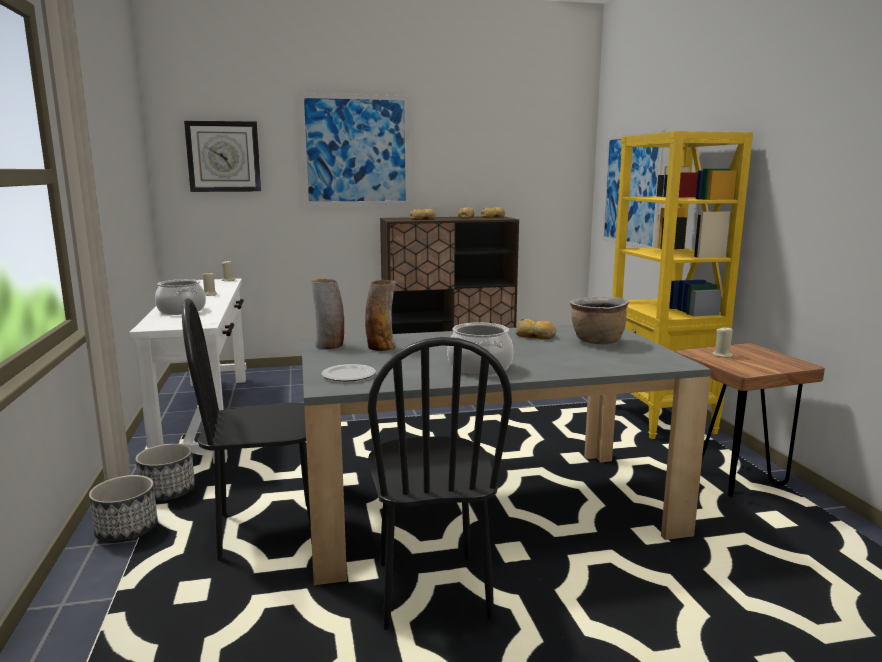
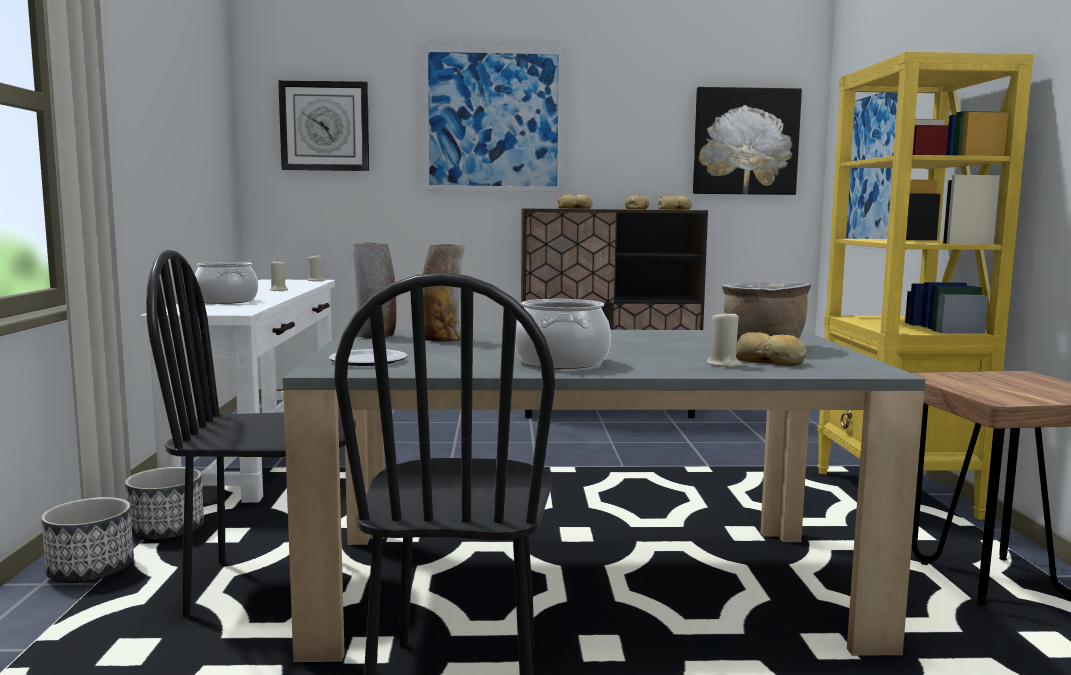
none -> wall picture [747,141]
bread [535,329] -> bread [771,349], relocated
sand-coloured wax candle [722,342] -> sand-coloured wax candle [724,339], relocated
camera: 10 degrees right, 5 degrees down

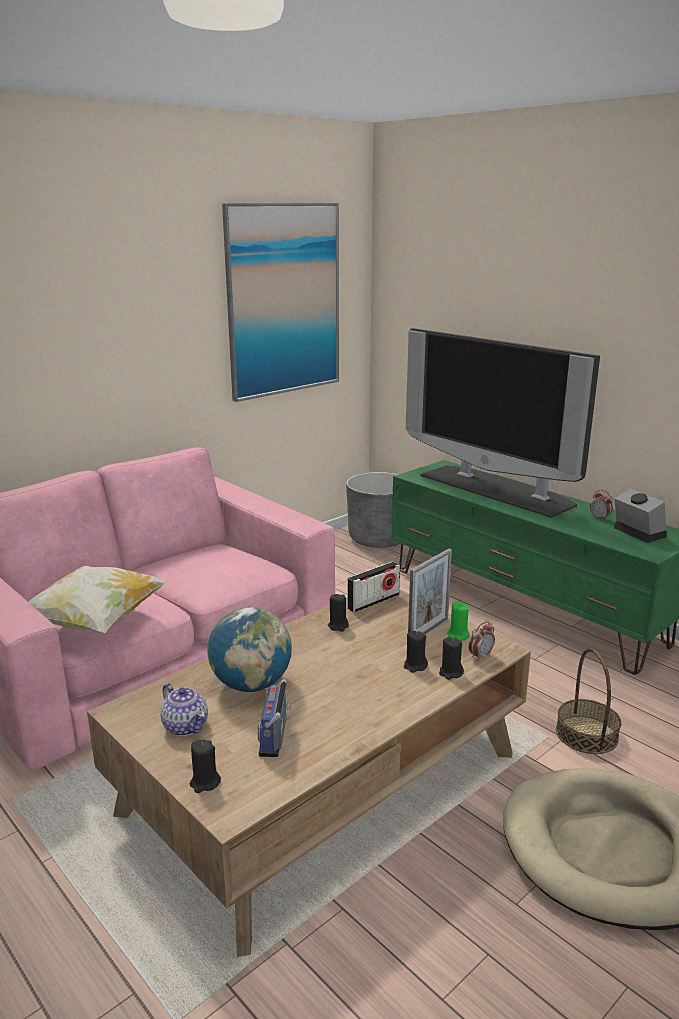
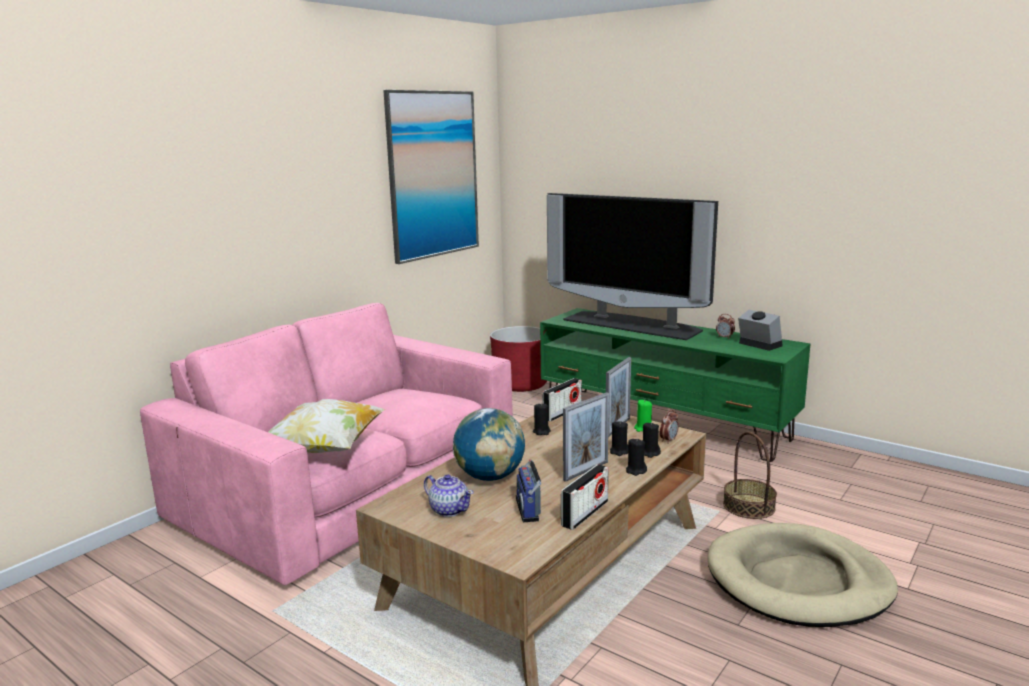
none -> radio set [584,497]
none -> picture frame [586,437]
black wax candle [205,766] -> black wax candle [636,457], relocated
grey planter [373,510] -> red-coloured planter [518,359]
camera: 10 degrees left, 5 degrees down

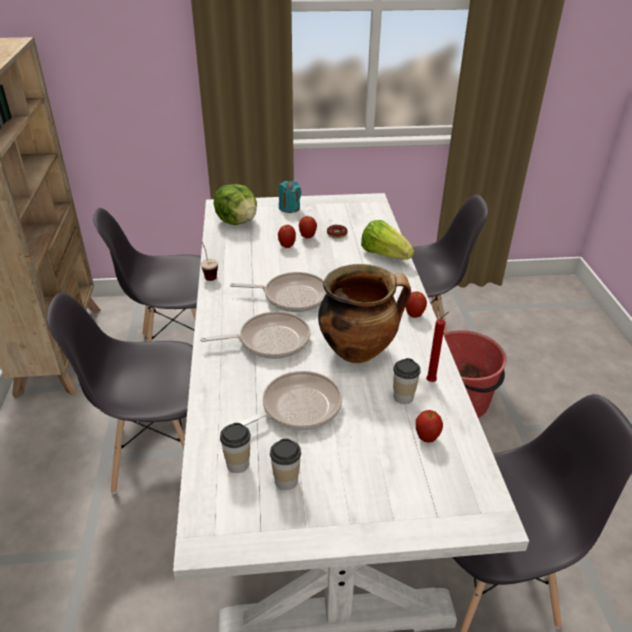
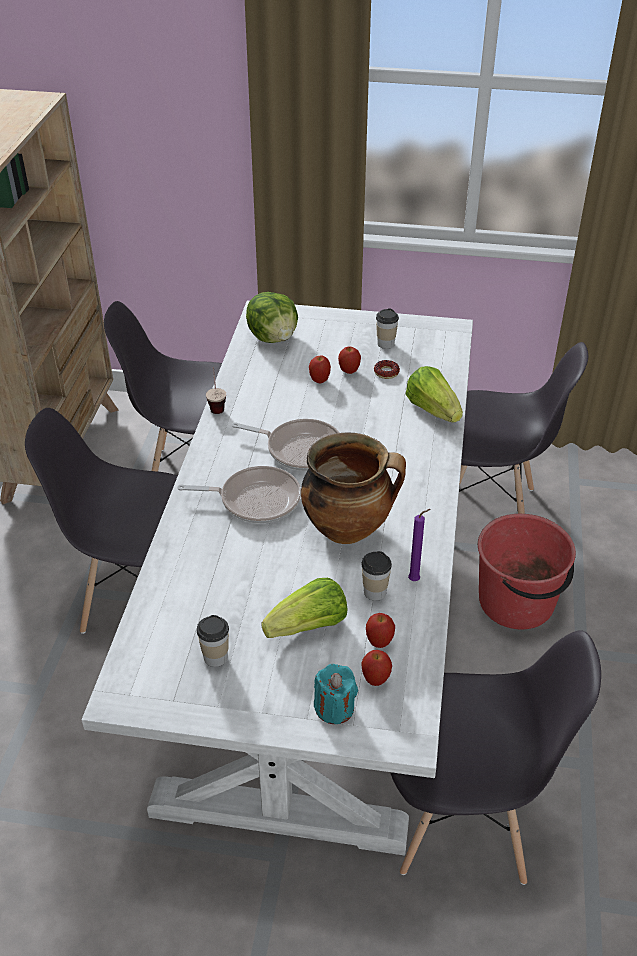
skillet [290,400] -> none
none -> head of lettuce [305,608]
cup [235,448] -> cup [387,328], relocated
turquoise wax candle [290,196] -> turquoise wax candle [336,694], relocated
apple [416,304] -> apple [376,668], relocated
red-coloured wax candle [437,347] -> purplish wax candle [419,545]
camera: 15 degrees right, 5 degrees up

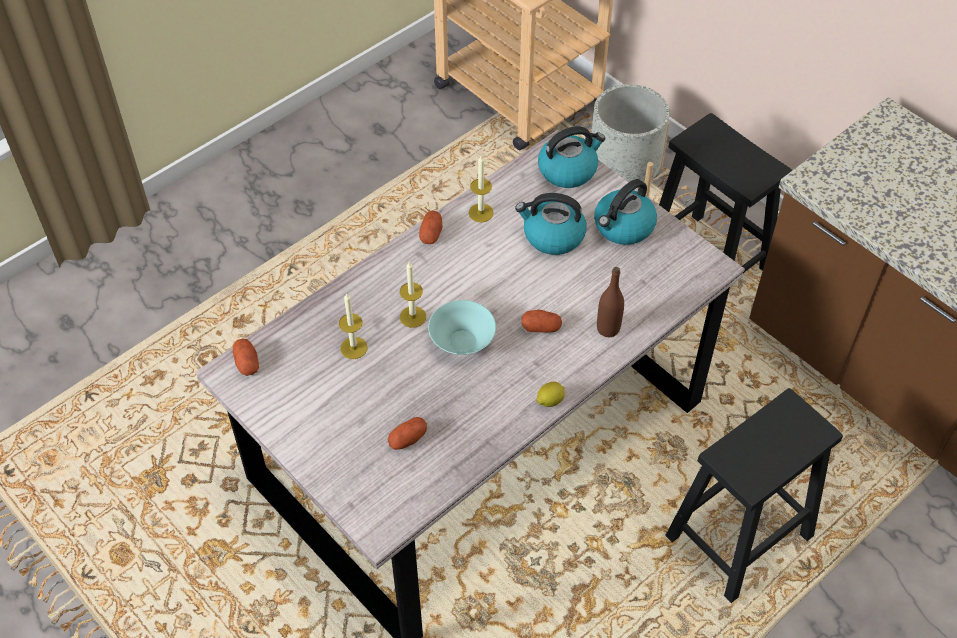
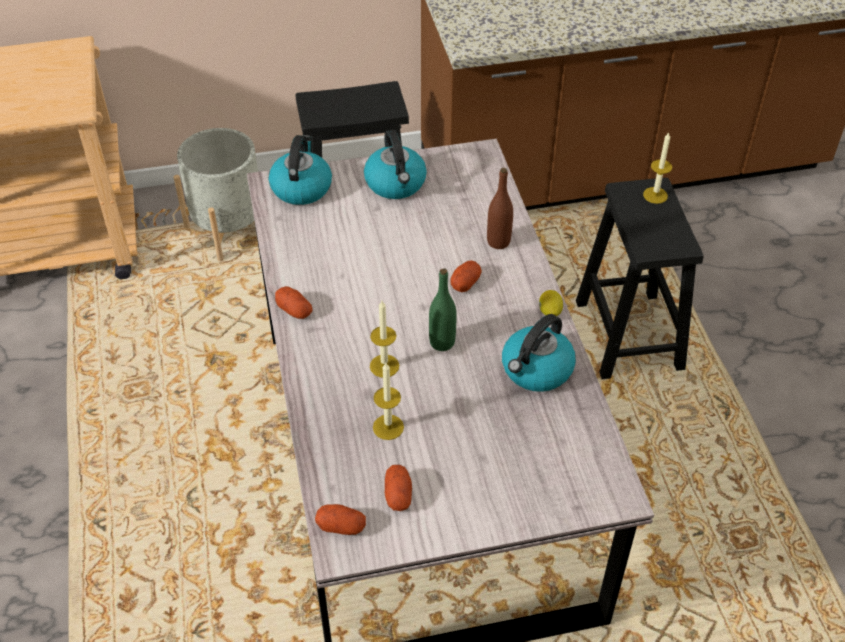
whole potato [407,433] -> whole potato [398,488], relocated
wax candle [481,189] -> wax candle [657,168], relocated
tea kettle [550,224] -> tea kettle [539,353], relocated
turquoise serving bowl [462,327] -> greenish drink bottle [443,309]
camera: 60 degrees left, 5 degrees down

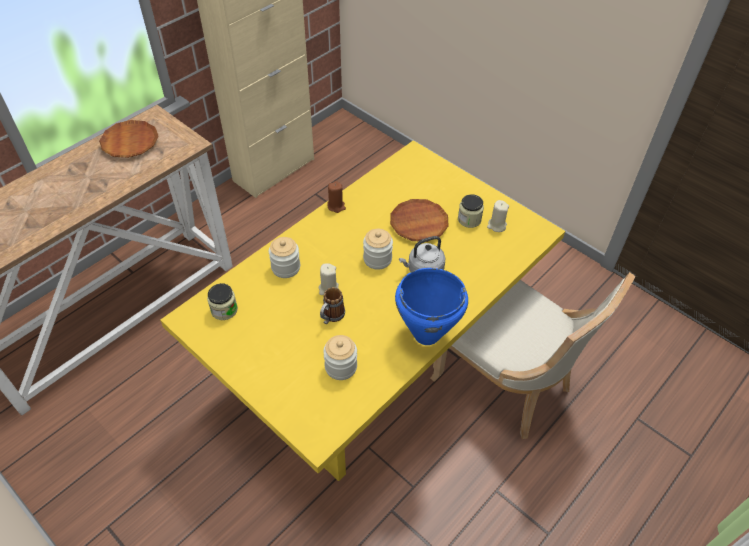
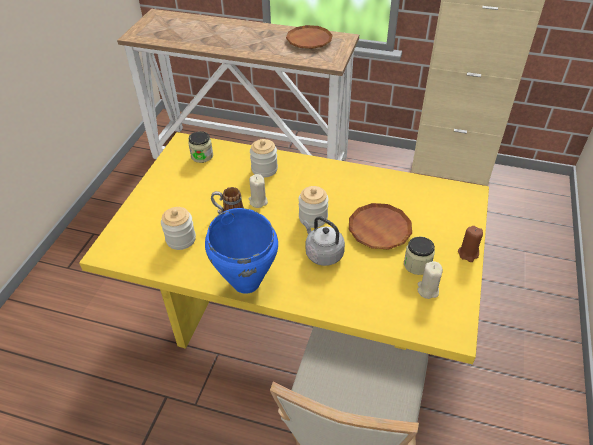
brownish wax candle [336,197] -> brownish wax candle [470,244], relocated
camera: 65 degrees right, 5 degrees down

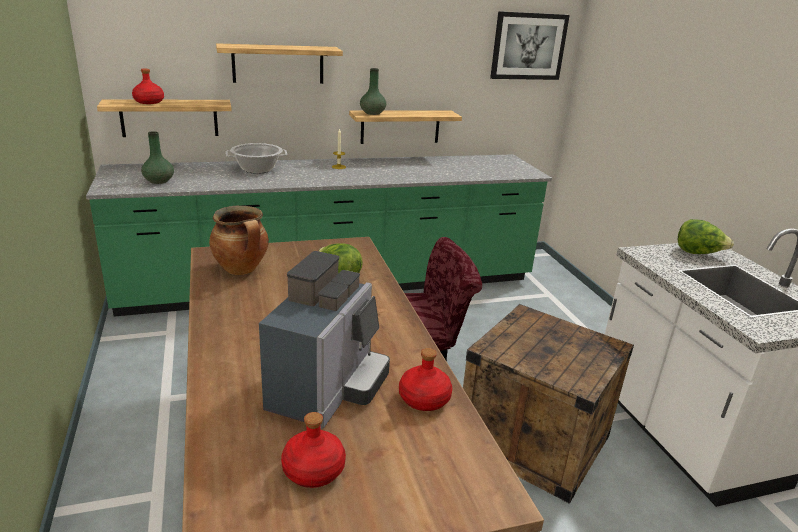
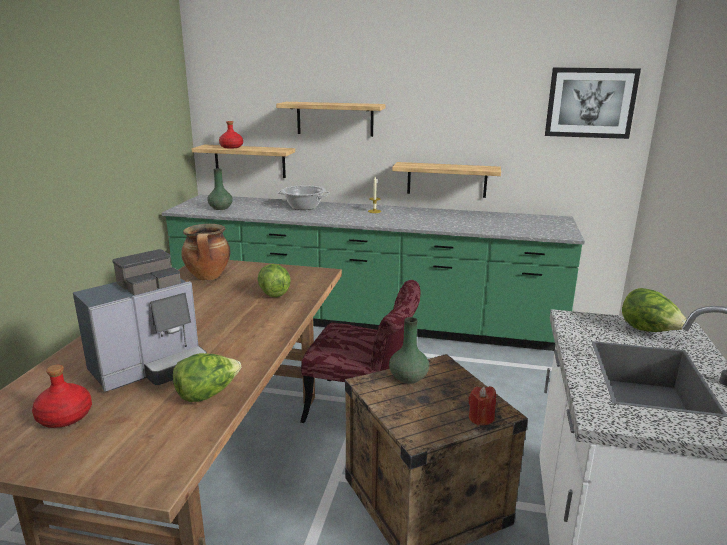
none -> red-coloured wax candle [482,405]
greenish vase [373,91] -> greenish vase [409,350], relocated
red-coloured drink bottle [425,379] -> head of lettuce [207,377]
camera: 30 degrees right, 5 degrees down

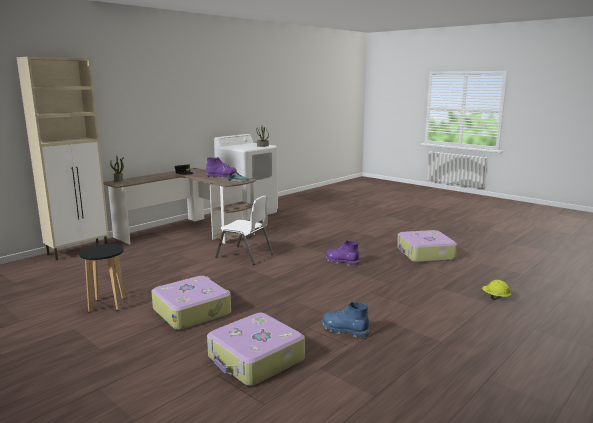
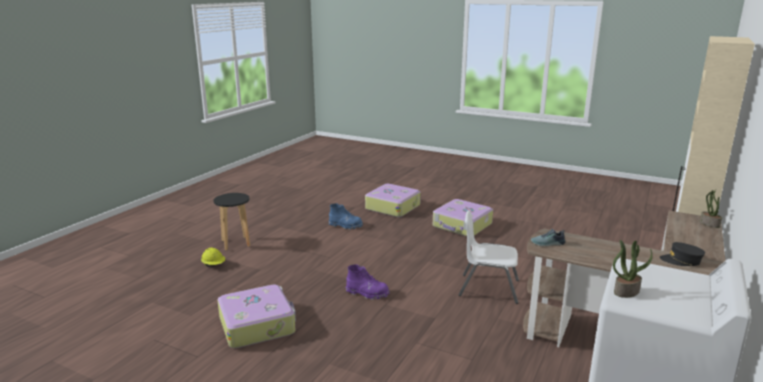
purplish tall boot [221,167] -> none
black stool seat [102,278] -> black stool seat [231,222], relocated
camera: 165 degrees right, 5 degrees up

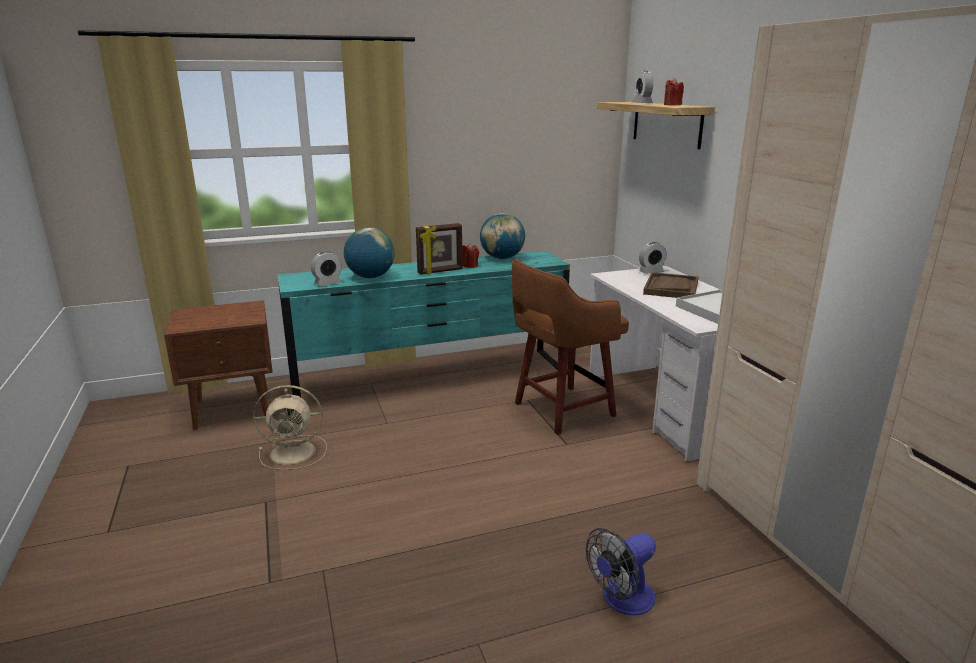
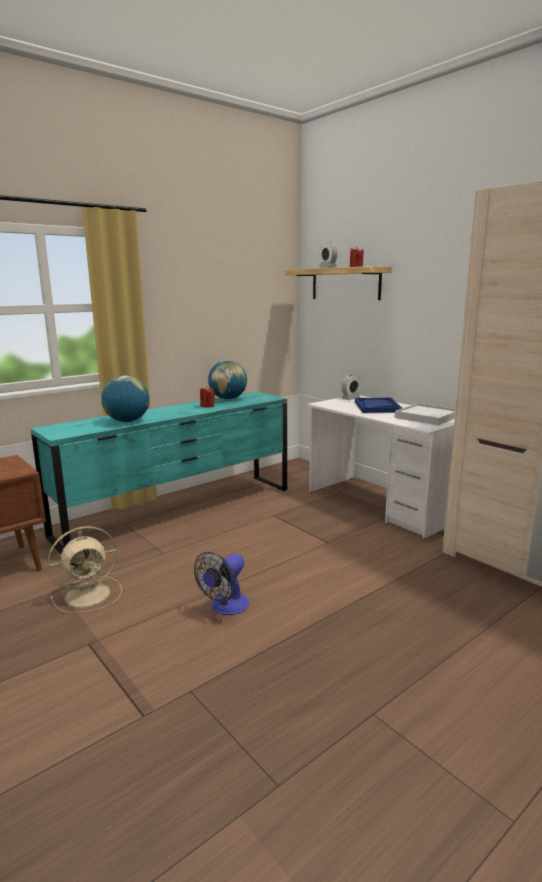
table clock [326,269] -> none
picture frame [439,248] -> none
brownish stool seat [570,346] -> none
electric fan [621,571] -> electric fan [221,583], relocated
brownish carrying tray [671,285] -> blue carrying tray [378,405]
camera: 20 degrees left, 5 degrees down

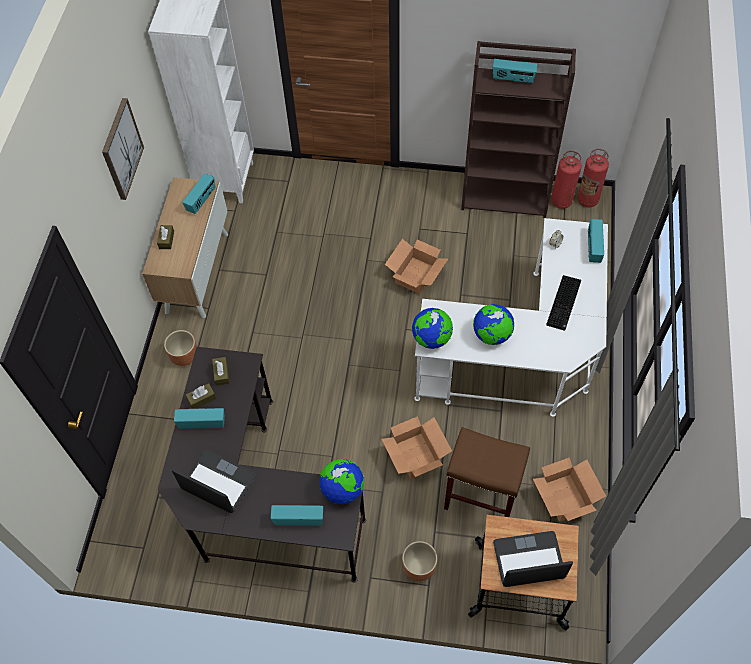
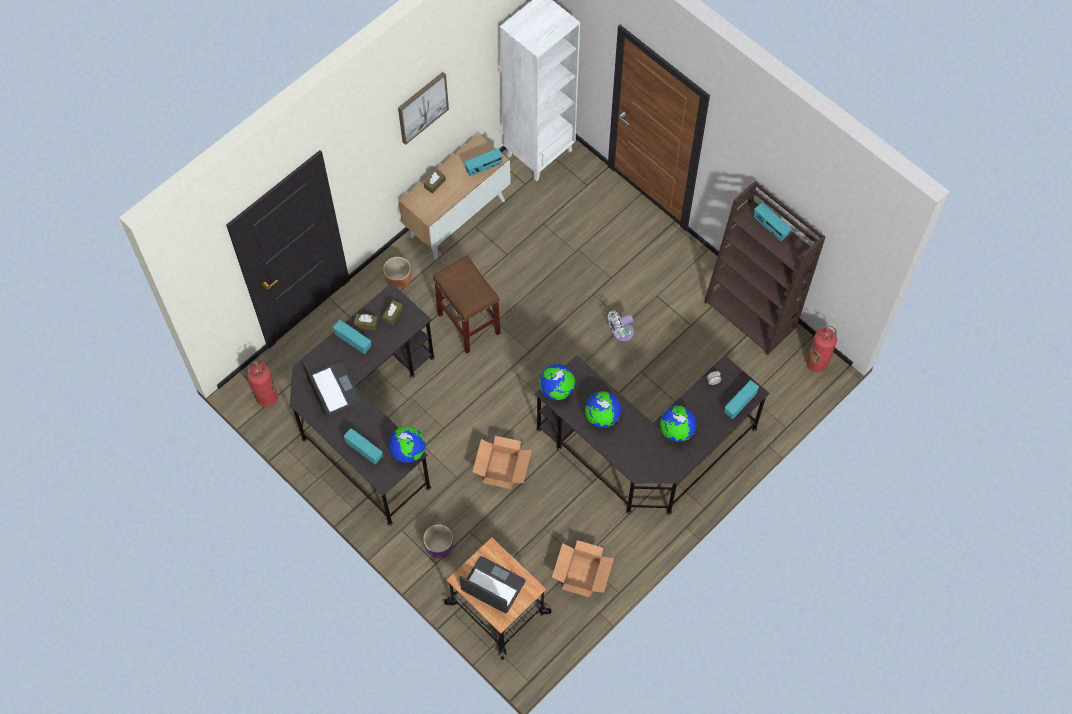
brownish stool seat [487,472] -> brownish stool seat [467,305], relocated
extinguisher [566,180] -> extinguisher [262,384], relocated
carton [416,266] -> white-coloured electric fan [621,326]
PC keyboard [563,303] -> world globe [678,424]
brownish planter [420,561] -> purplish planter [438,541]
white-coloured desk table [511,317] -> black desk table [652,435]
camera: 35 degrees right, 5 degrees up

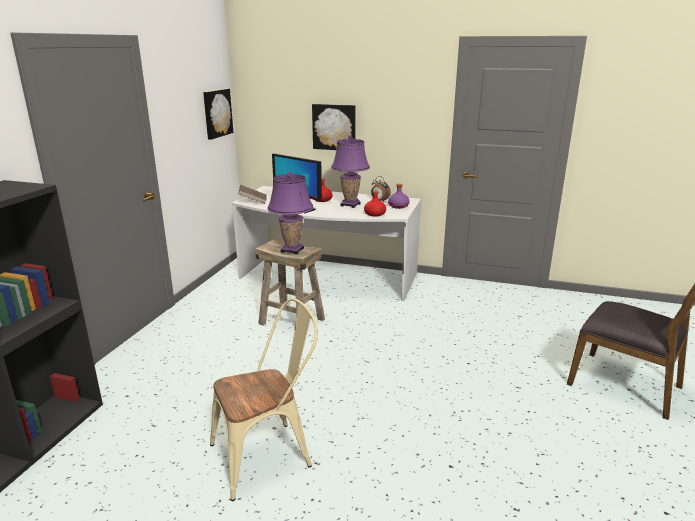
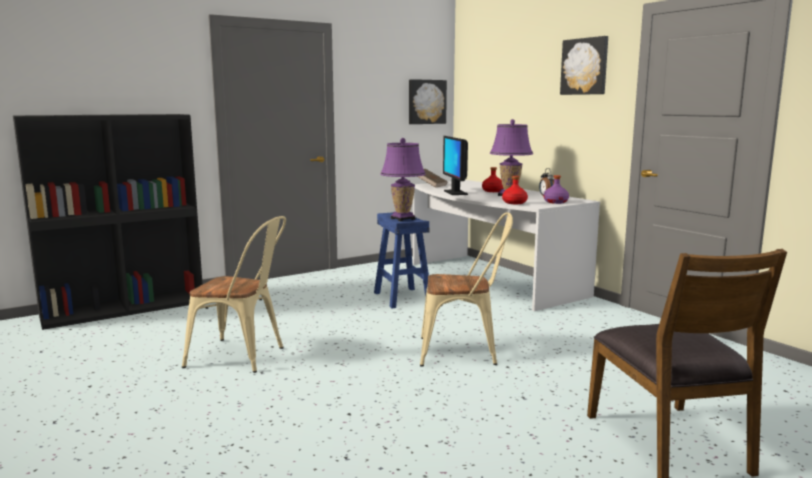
none -> sand-coloured chair [466,289]
wall picture [334,127] -> wall picture [584,65], relocated
sand-coloured stool seat [290,281] -> blue stool seat [402,260]
camera: 40 degrees right, 10 degrees down

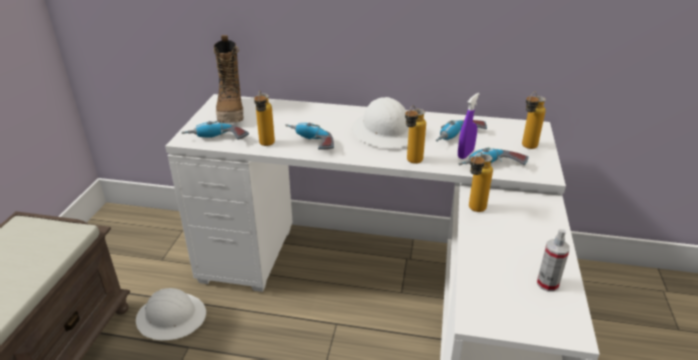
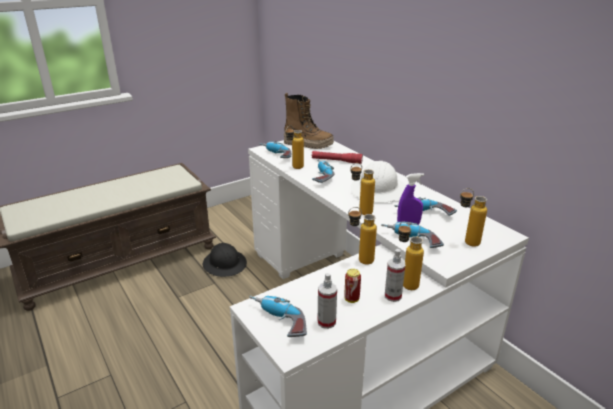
none -> power drill [278,316]
none -> red-coloured torch [337,157]
none -> can [352,286]
none -> sprayer [395,275]
none -> drink bottle [411,255]
white-coloured hard hat [171,314] -> black hard hat [225,260]
tall boot [229,79] -> tall boot [309,121], 105 degrees counterclockwise
camera: 45 degrees right, 5 degrees down

